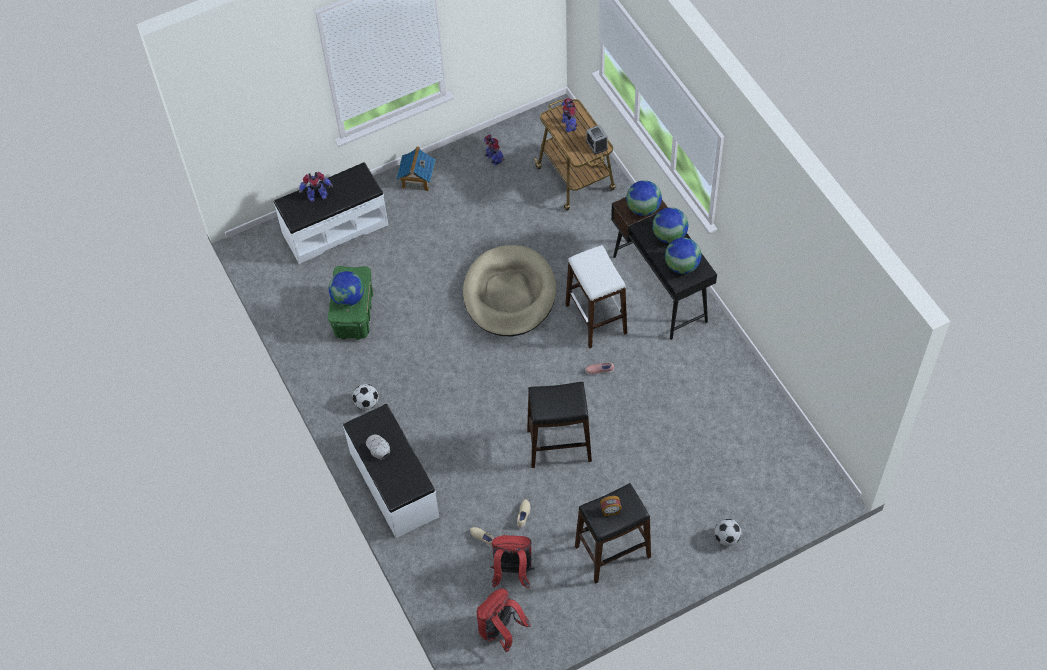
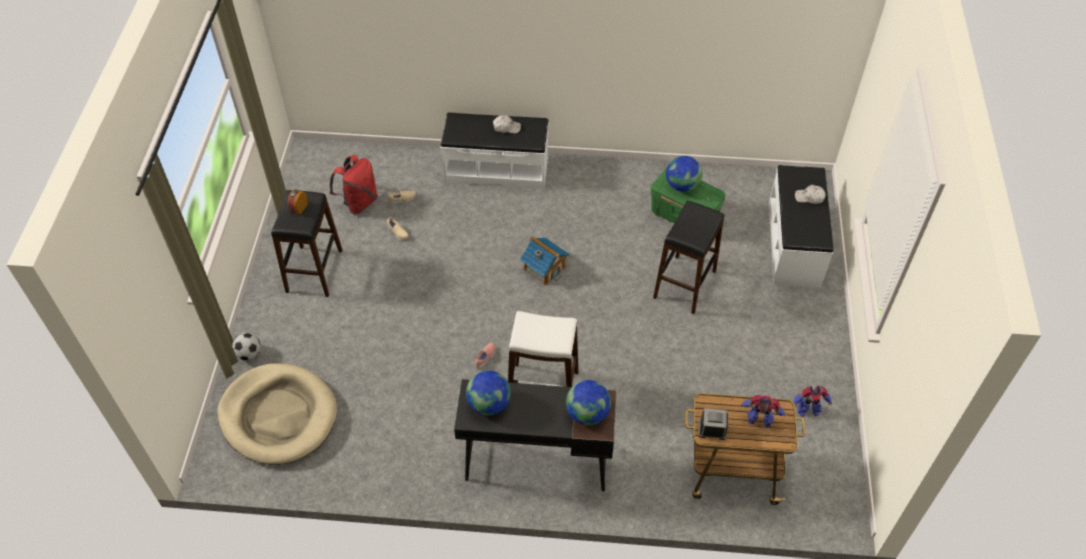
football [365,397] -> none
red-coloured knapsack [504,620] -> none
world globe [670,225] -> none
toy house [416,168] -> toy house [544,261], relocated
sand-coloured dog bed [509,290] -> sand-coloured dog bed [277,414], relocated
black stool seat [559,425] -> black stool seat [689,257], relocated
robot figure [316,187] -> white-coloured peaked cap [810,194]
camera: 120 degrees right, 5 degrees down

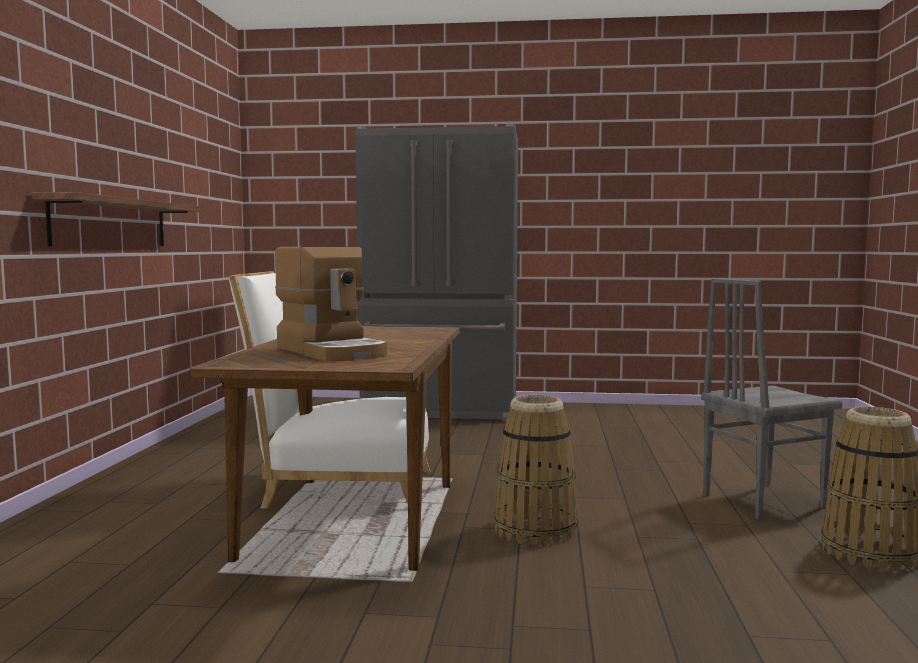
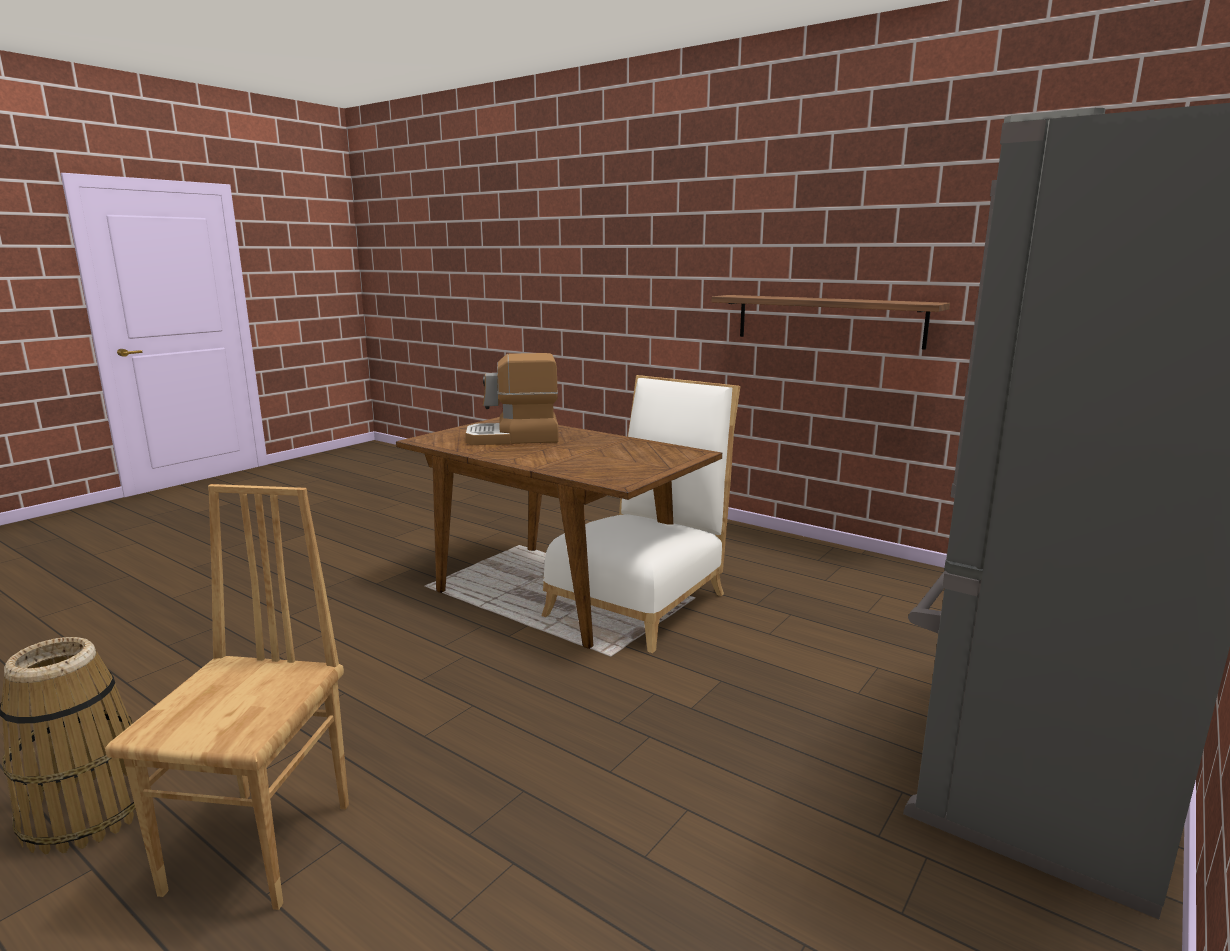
household basket [536,470] -> none
grey chair [771,399] -> brownish chair [227,697]
camera: 120 degrees right, 10 degrees up

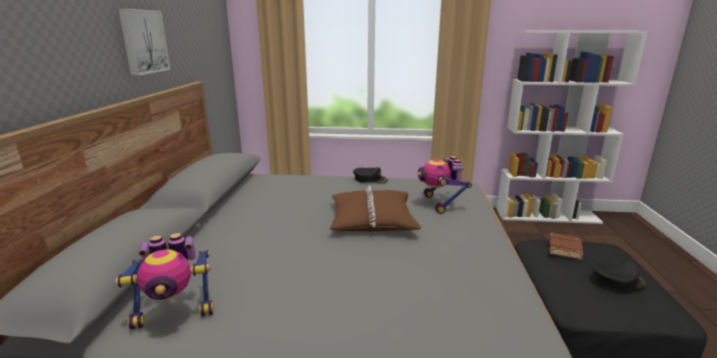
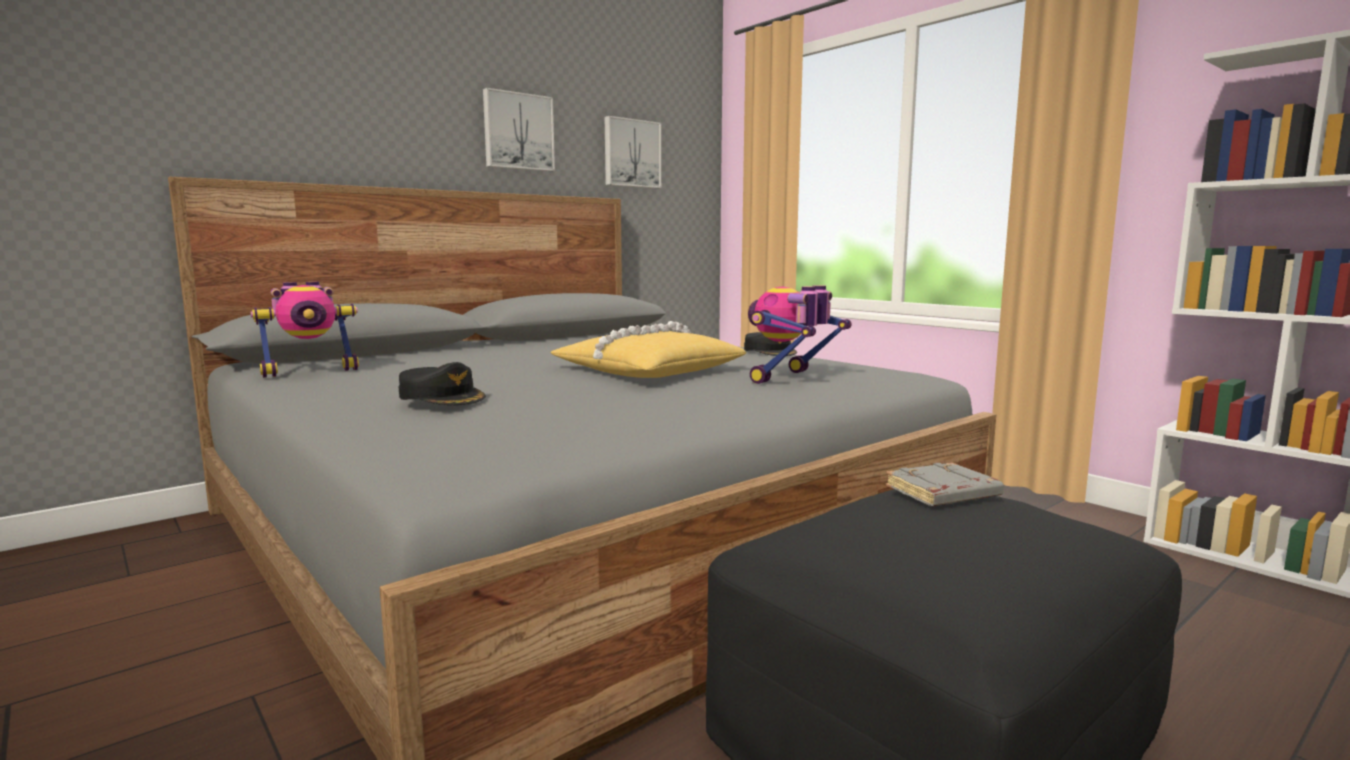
none -> wall picture [633,152]
black peaked cap [620,275] -> black peaked cap [442,383], relocated
brownish throw pillow [375,208] -> yellowish throw pillow [648,349]
brownish bound book [566,246] -> grey bound book [945,484]
robot figure [164,281] -> robot figure [304,329], 60 degrees counterclockwise
camera: 45 degrees right, 10 degrees down

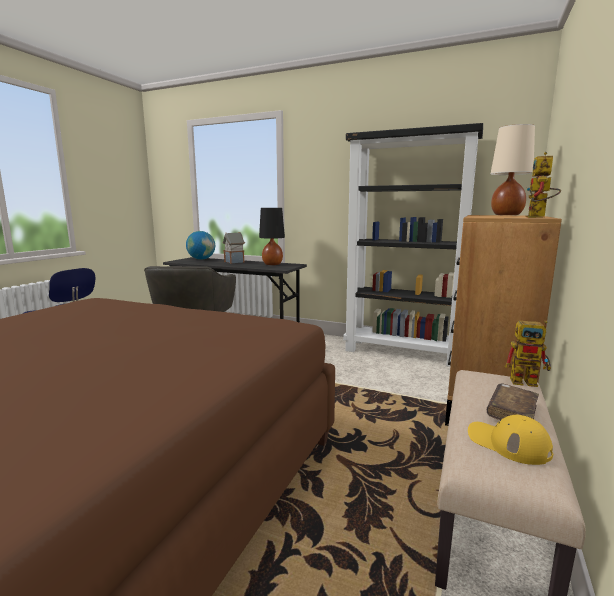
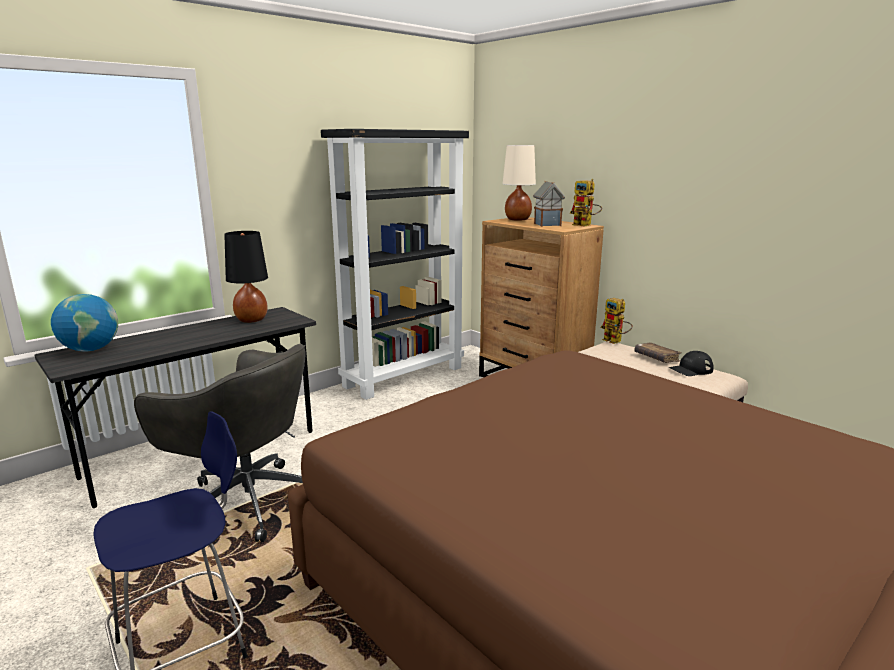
toy house [233,248] -> toy house [549,204], relocated
yellowish peaked cap [510,439] -> black peaked cap [691,363]
robot figure [528,353] -> robot figure [617,321], 105 degrees clockwise
camera: 65 degrees left, 5 degrees up

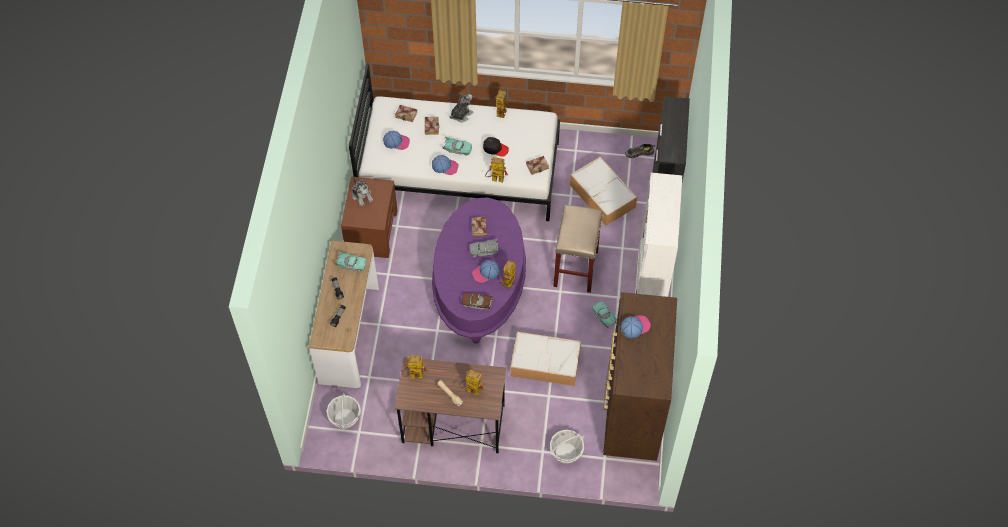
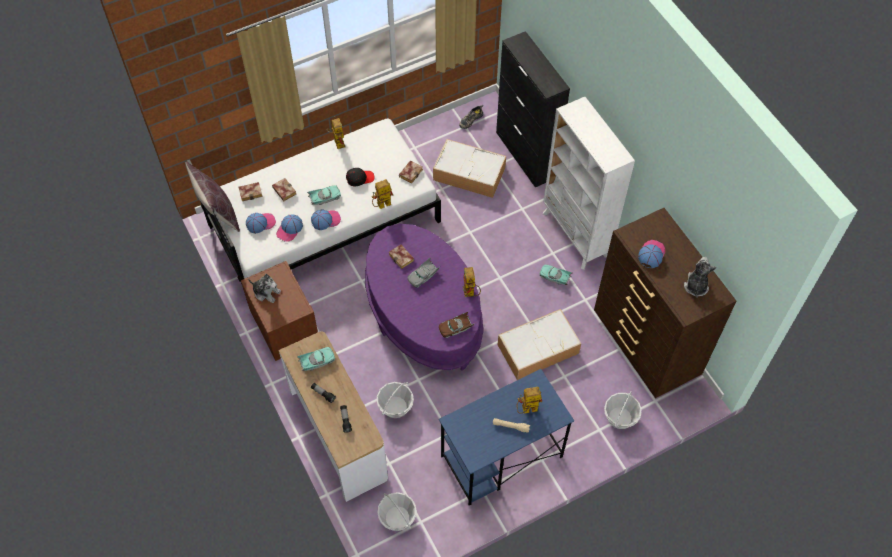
robot figure [415,367] -> none
sand-coloured stool seat [578,249] -> none
none -> brownish throw pillow [212,197]
none -> household basket [395,400]
cuddly toy [461,107] -> cuddly toy [700,277], relocated
peaked cap [486,271] -> peaked cap [289,228], relocated
brownish desk table [450,405] -> blue desk table [506,437]
camera: 35 degrees left, 0 degrees up

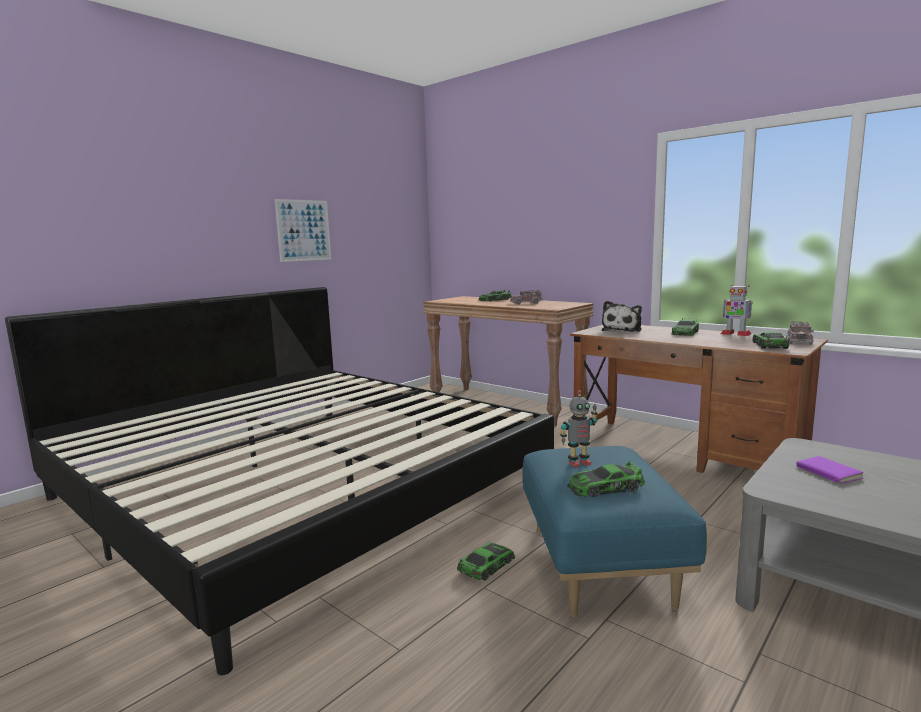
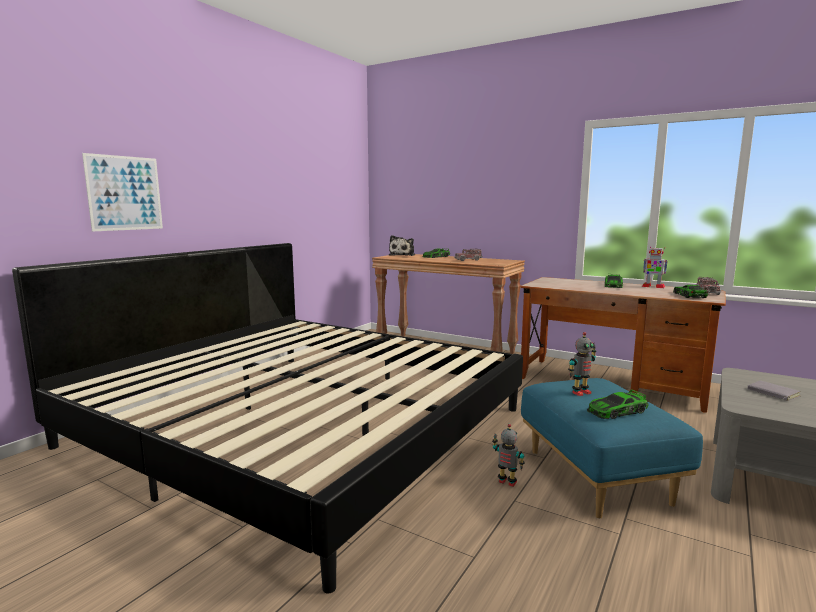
wall picture [303,230] -> wall picture [122,192], relocated
cuddly toy [622,316] -> cuddly toy [402,245], relocated
model car [486,562] -> robot figure [508,455]
purplish bound book [830,470] -> grey bound book [774,391]
camera: 10 degrees left, 0 degrees up

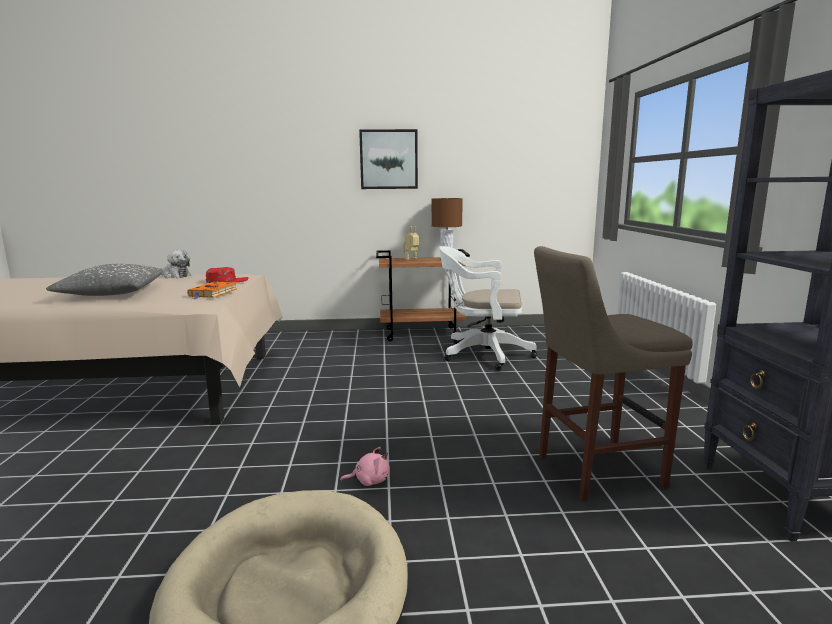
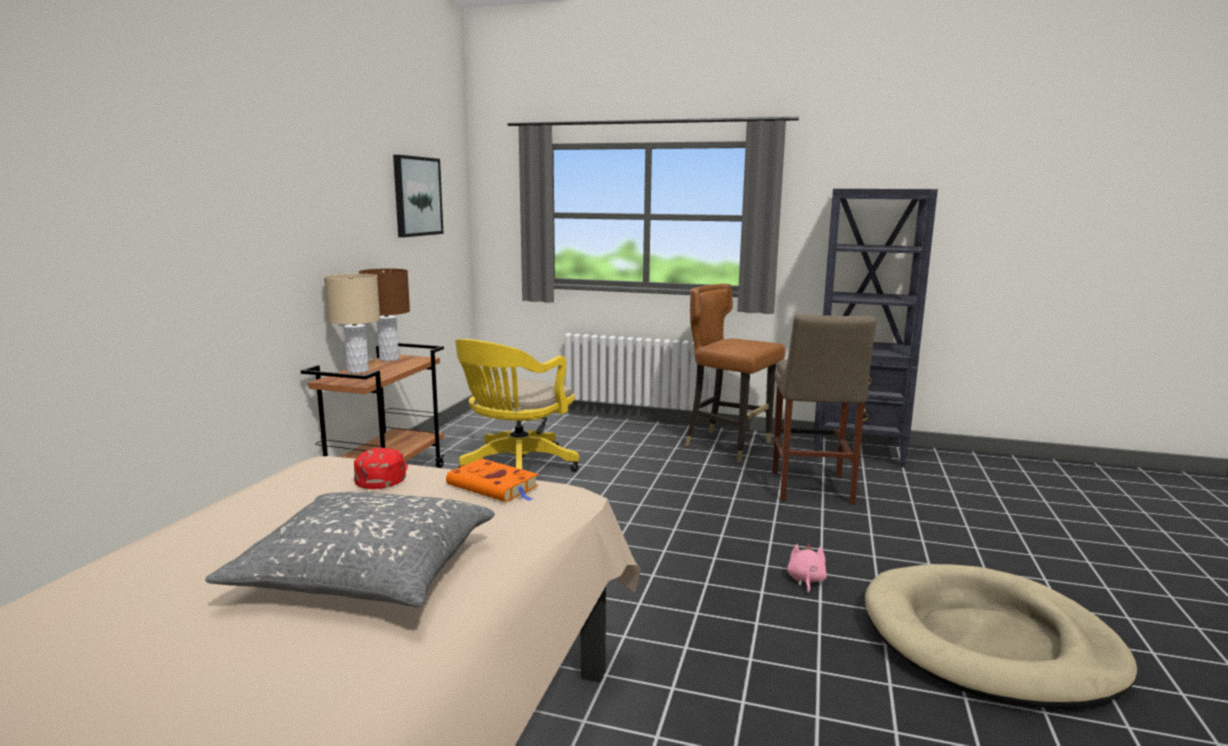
cuddly toy [175,264] -> none
none -> brownish chair [735,373]
wall picture [388,159] -> wall picture [418,196], relocated
robot figure [411,242] -> sand-coloured tabletop lamp [352,323]
white-coloured desk chair [488,308] -> yellowish desk chair [517,405]
camera: 70 degrees left, 0 degrees up

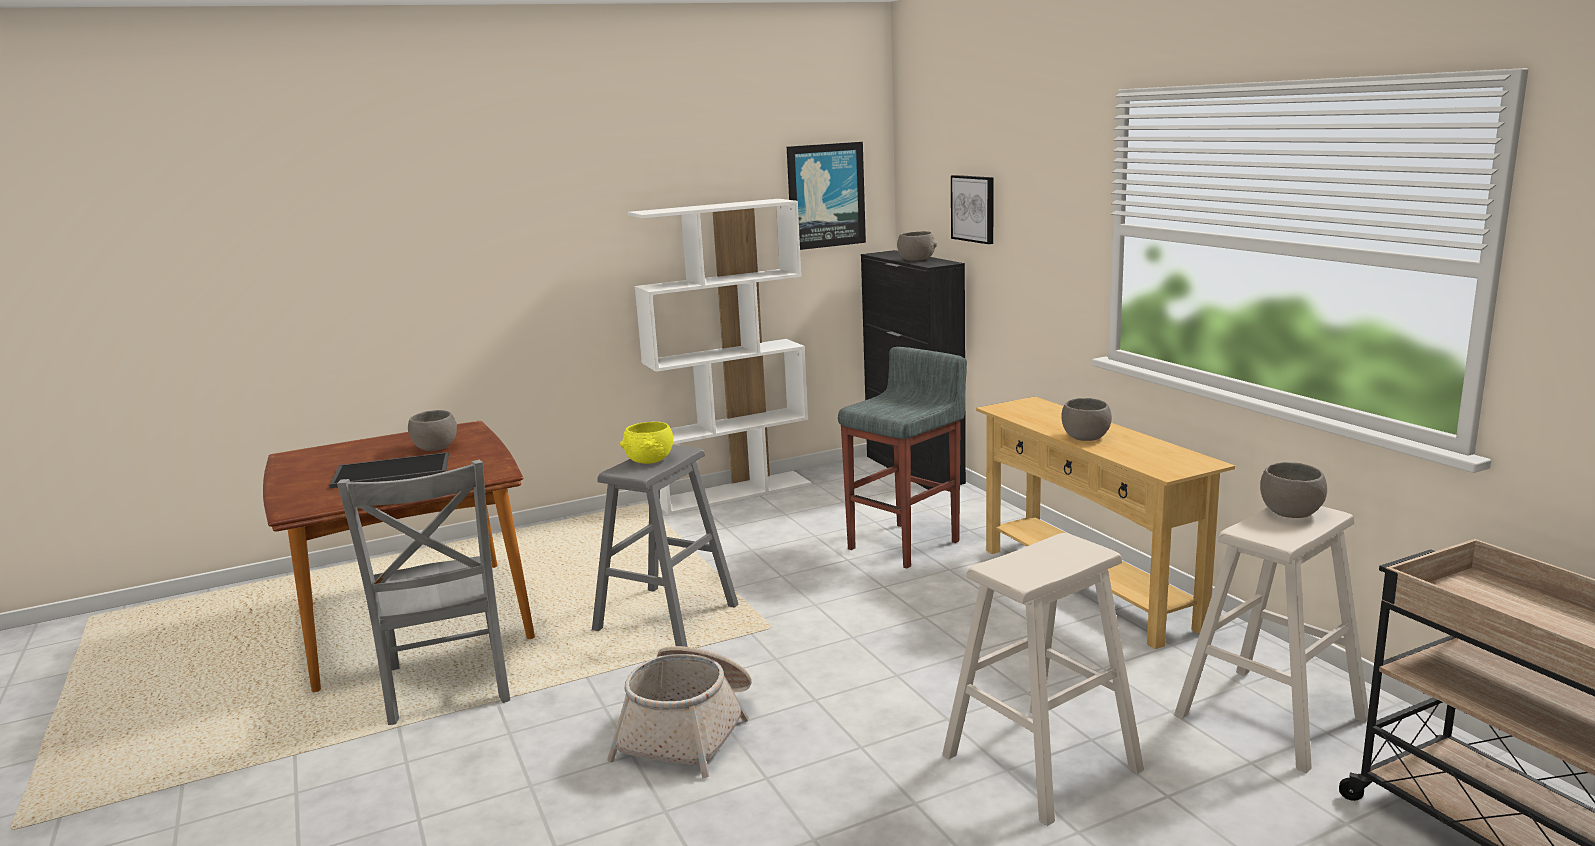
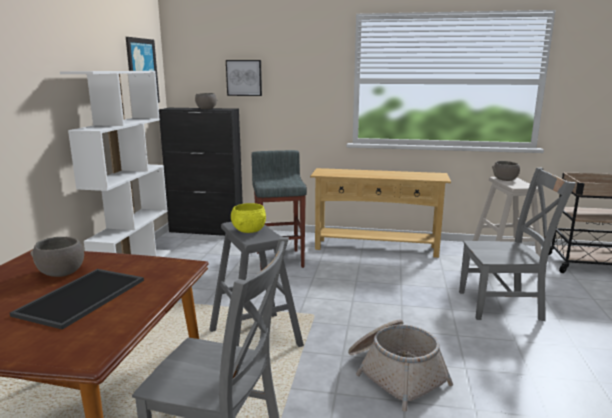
grey serving bowl [1086,419] -> none
sand-coloured stool seat [1043,679] -> grey chair [517,244]
camera: 55 degrees left, 0 degrees up

